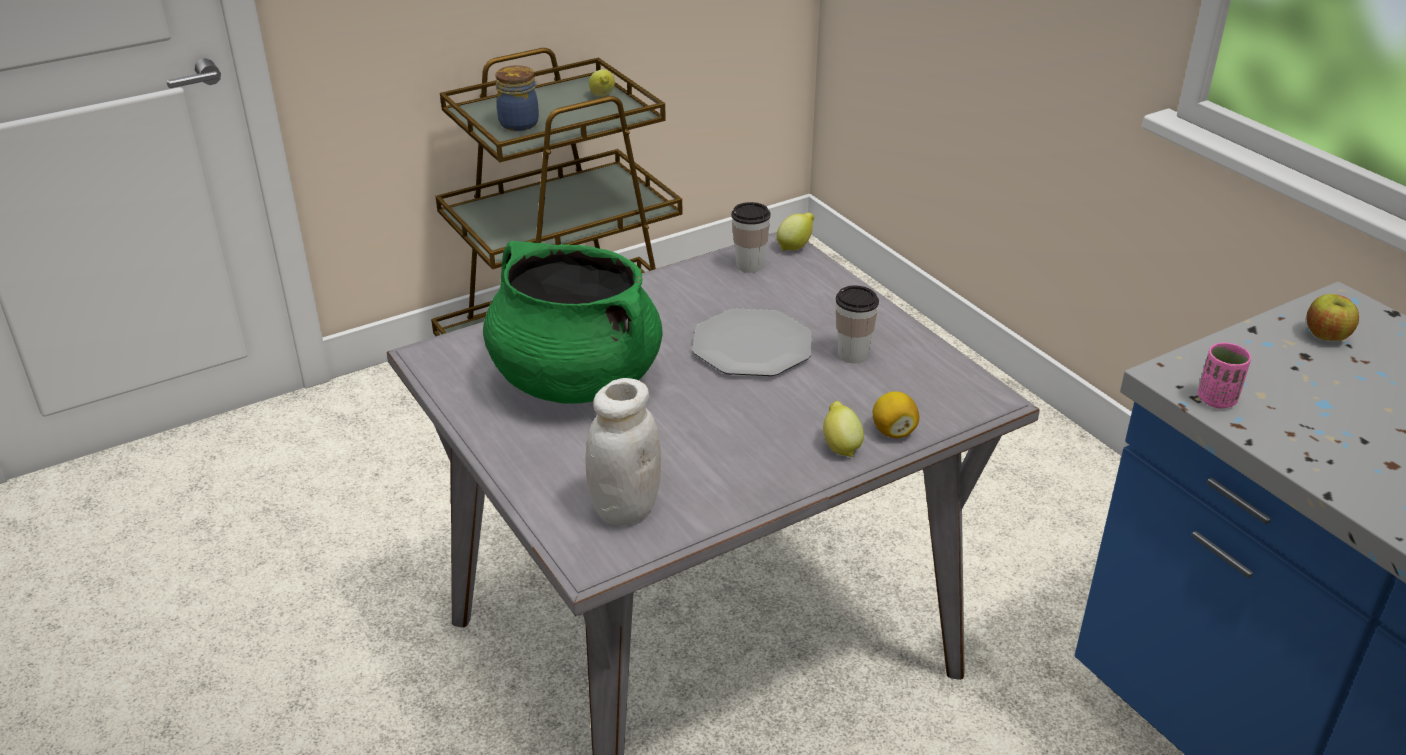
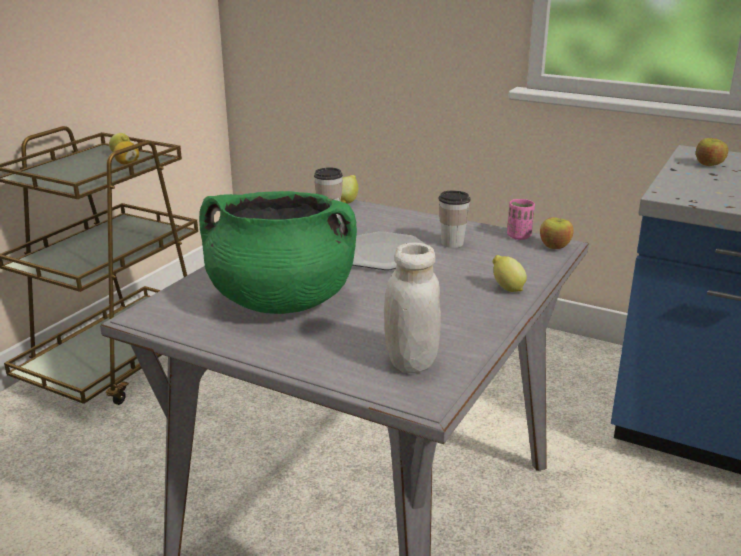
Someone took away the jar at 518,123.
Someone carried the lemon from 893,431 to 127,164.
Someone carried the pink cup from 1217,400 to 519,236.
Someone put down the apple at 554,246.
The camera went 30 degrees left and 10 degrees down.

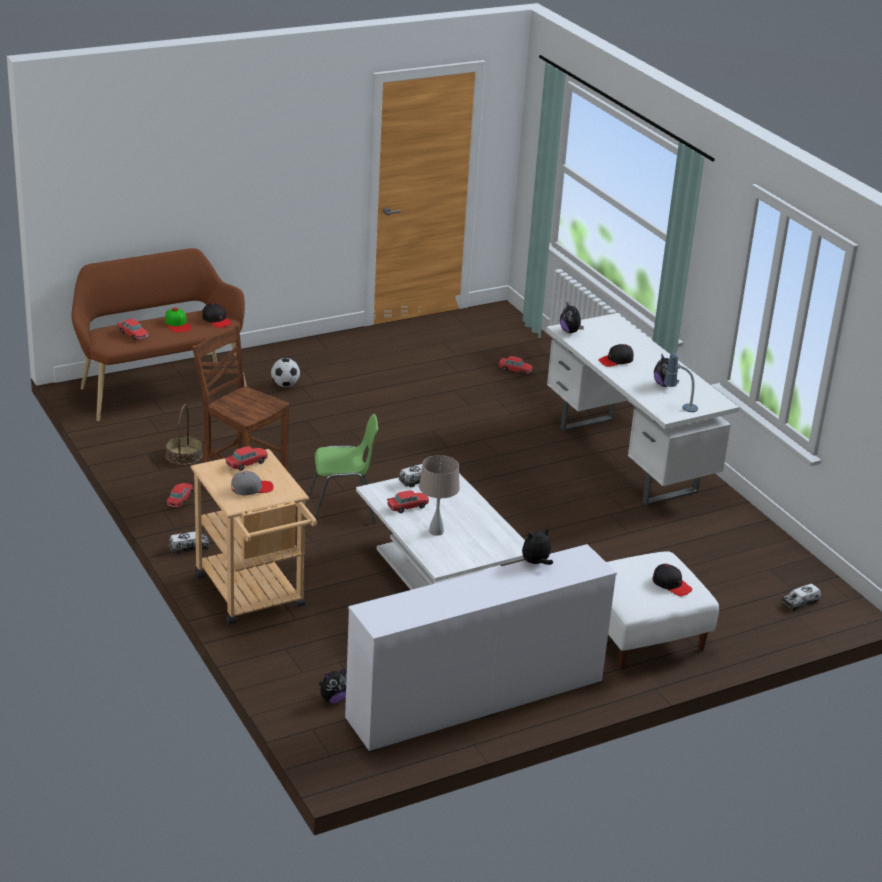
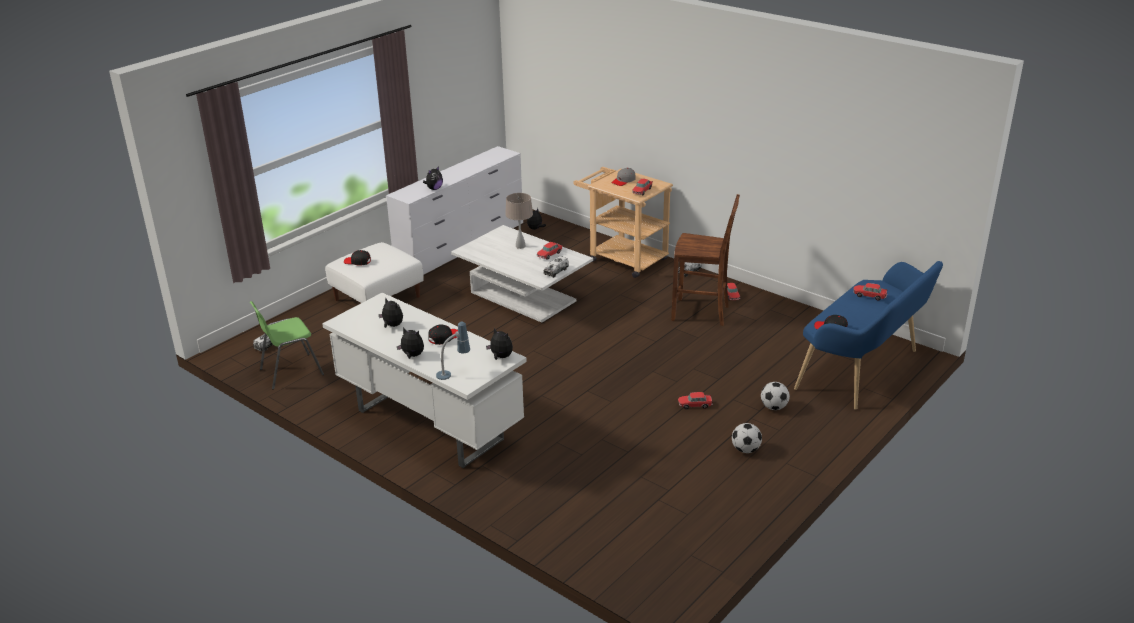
Someone repainted the brown bench at 159,388, which became the blue bench at 863,371.
Someone took away the cap at 177,324.
Someone took away the basket at 184,455.
Someone carried the green chair from 342,510 to 290,372.
Someone carried the toy car from 515,370 to 695,405.
Someone carried the table lamp from 679,407 to 454,373.
Someone put down the plush toy at 412,356.
Someone put down the football at 746,450.
The camera went 160 degrees right and 0 degrees up.

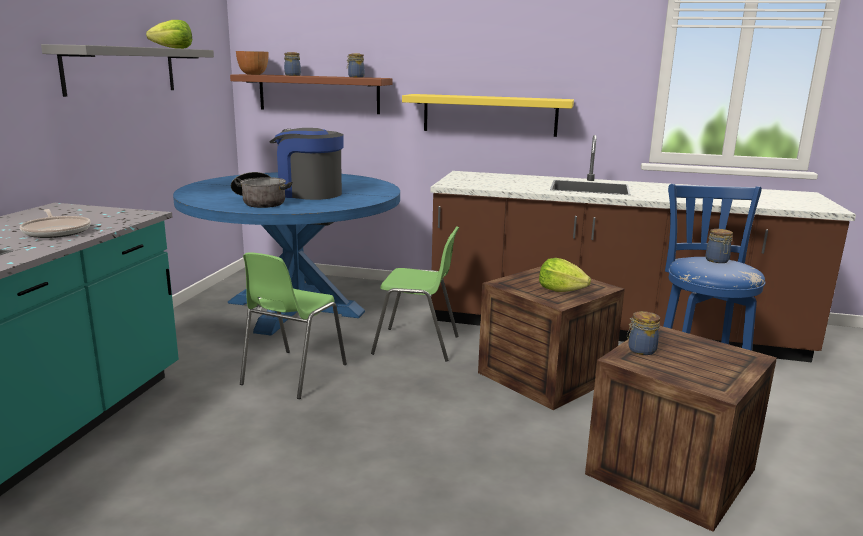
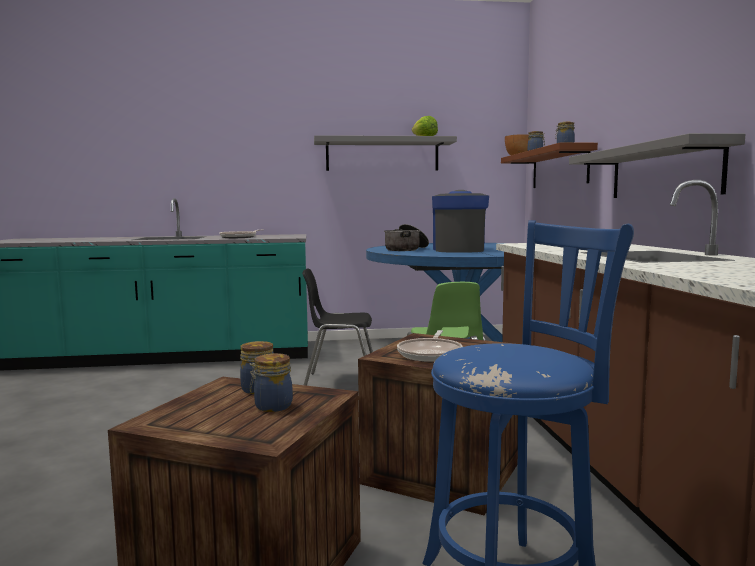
Someone repainted the green chair at 292,374, which became the black chair at 341,382.
Someone repainted the yellow shelf at 489,115, which became the grey shelf at 663,172.
Someone swapped the lettuce at 561,290 for the frying pan at 431,354.
Someone carried the jar from 717,261 to 271,406.
The camera went 70 degrees right and 10 degrees down.

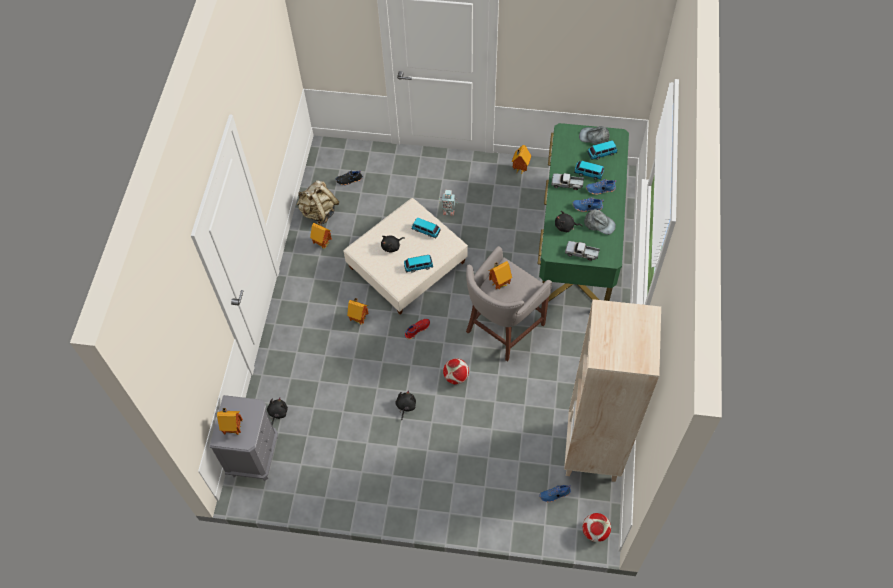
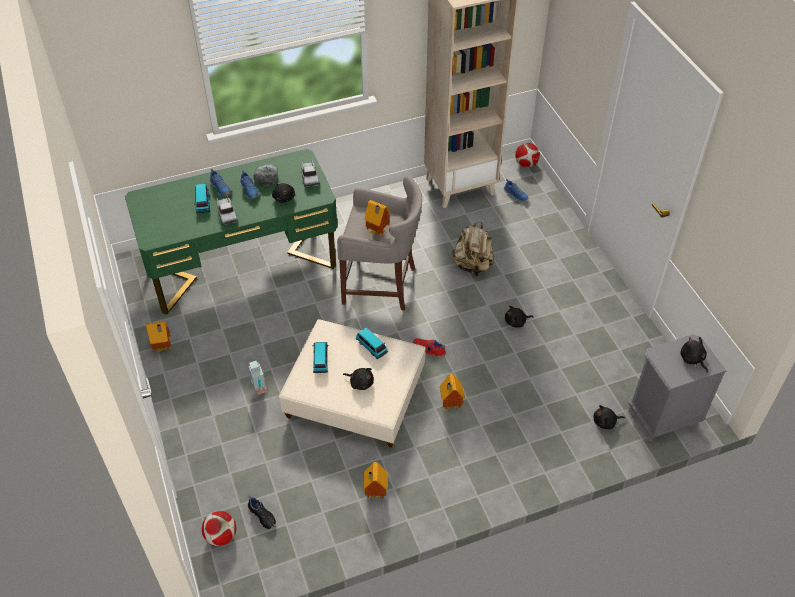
Someone swapped the toy house at 234,428 for the black plush toy at 692,359.
Someone carried the beige backpack from 319,212 to 473,265.
Someone carried the football from 456,377 to 221,536.
Someone took away the grey cap at 594,137.
Someone took away the toy car at 601,153.
The camera went 120 degrees left and 10 degrees down.

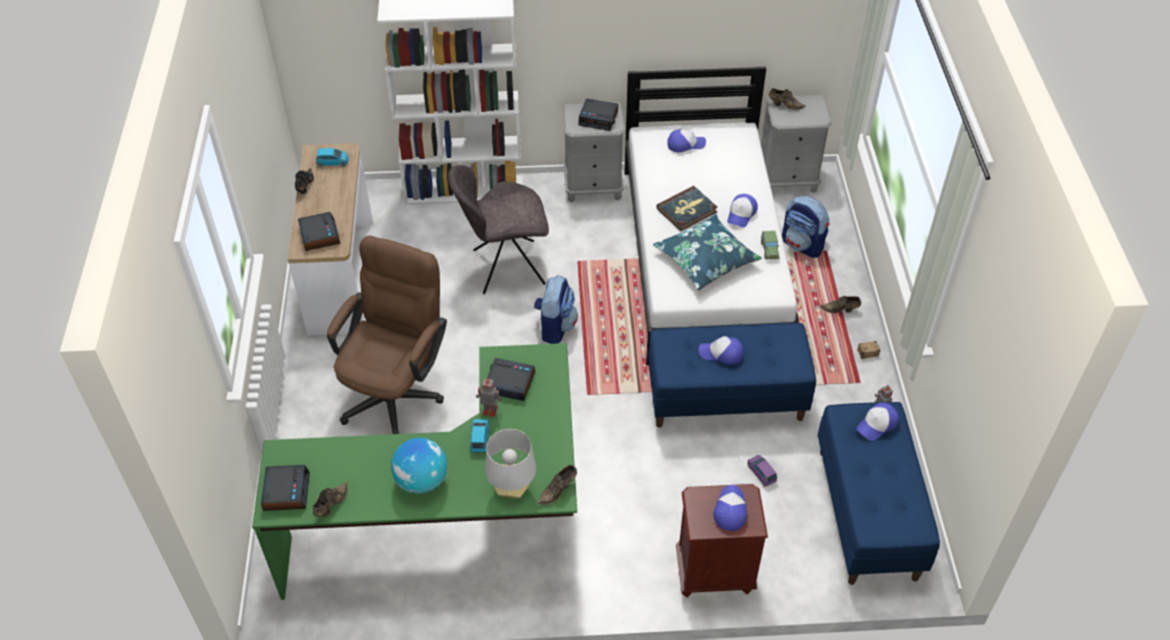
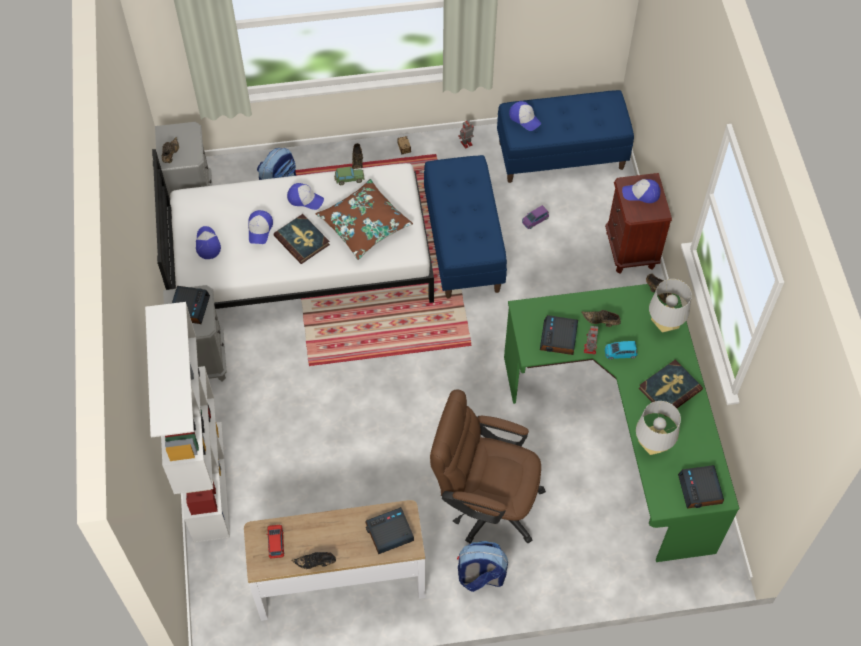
Someone rotated the alarm clock at 286,491 by 90 degrees counterclockwise.
Someone carried the brown shoe from 331,505 to 601,322.
Someone repainted the blue toy car at 332,162, which became the red toy car at 276,543.
Someone swapped the globe at 422,481 for the book at 669,389.
Someone took away the grey chair at 505,267.
Someone carried the backpack from 555,327 to 480,576.
Someone repainted the blue pillow at 706,260, which became the brown pillow at 364,225.
Someone carried the cap from 721,353 to 260,229.
Someone put down the grey table lamp at 652,445.
The camera went 95 degrees left and 10 degrees up.

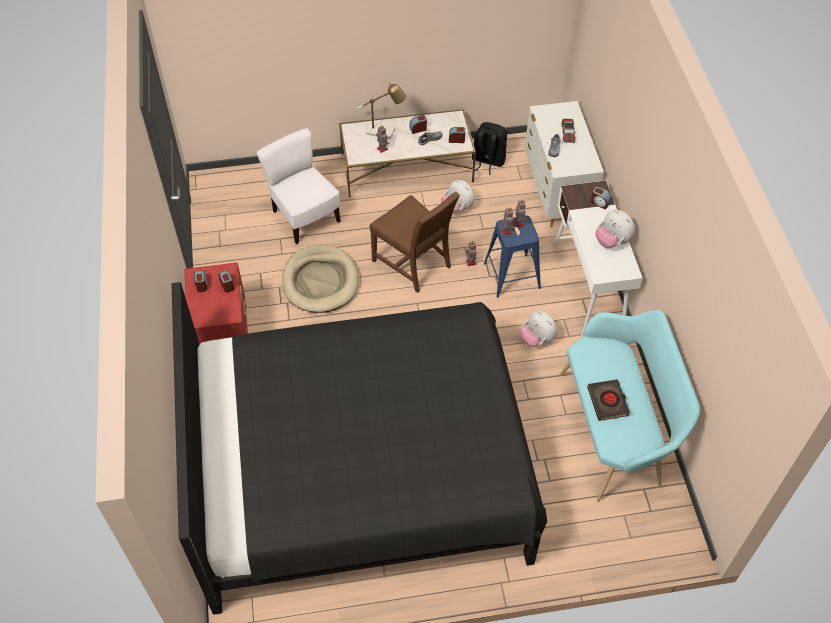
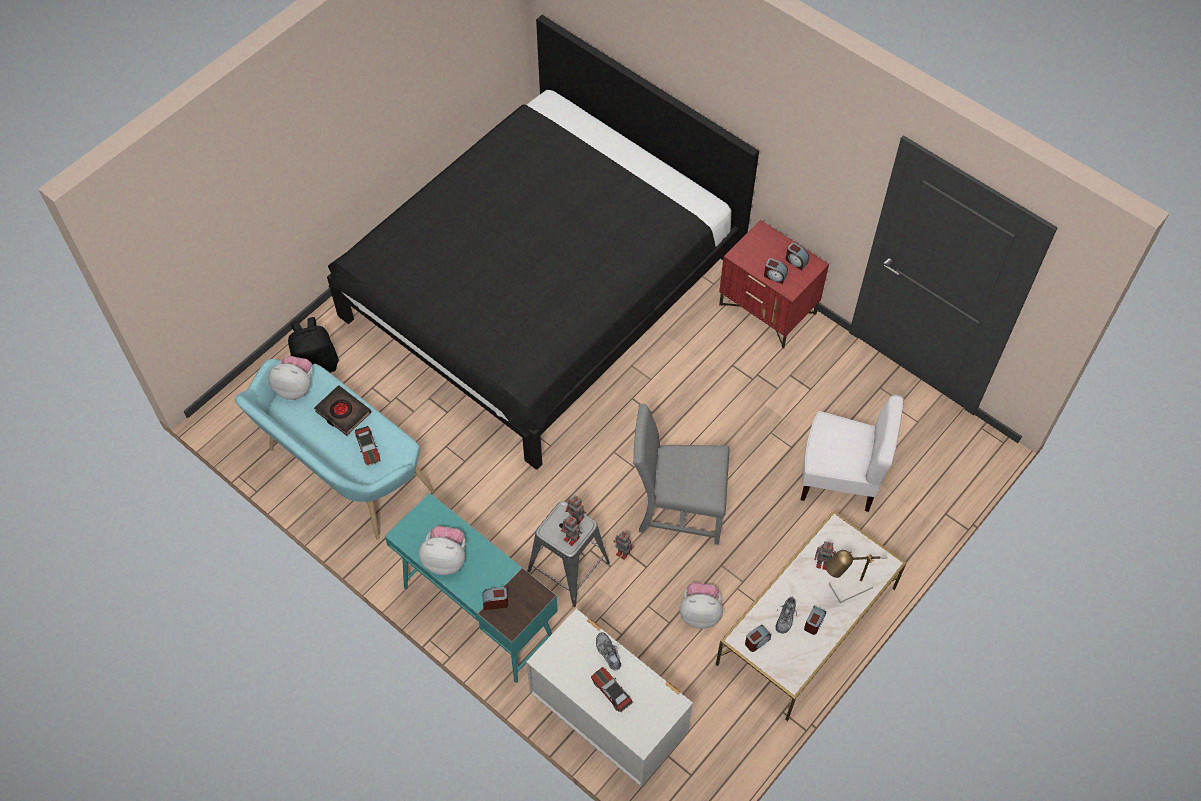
Someone took away the beige dog bed at 320,281.
Someone repainted the brown chair at 414,264, which became the grey chair at 677,508.
Someone carried the black backpack from 488,161 to 316,365.
Someone repainted the blue stool at 512,275, which became the grey stool at 568,568.
Someone carried the plush toy from 537,339 to 295,387.
Someone repainted the white desk at 587,287, which became the turquoise desk at 477,613.
Someone put down the toy car at 368,448.
The camera went 140 degrees right and 5 degrees up.

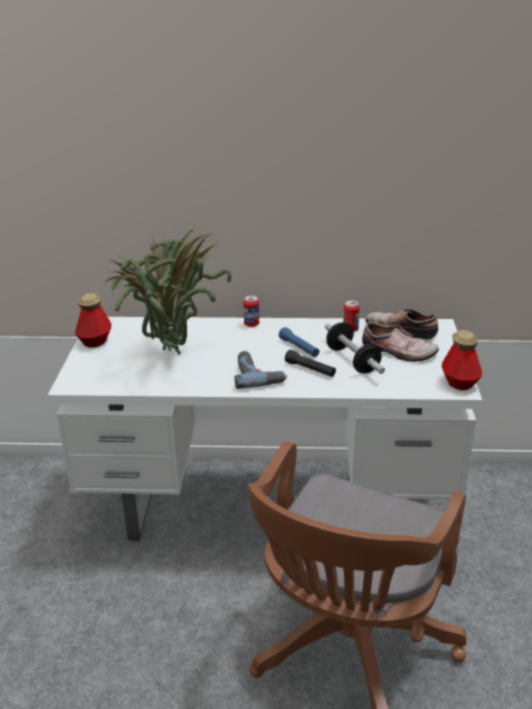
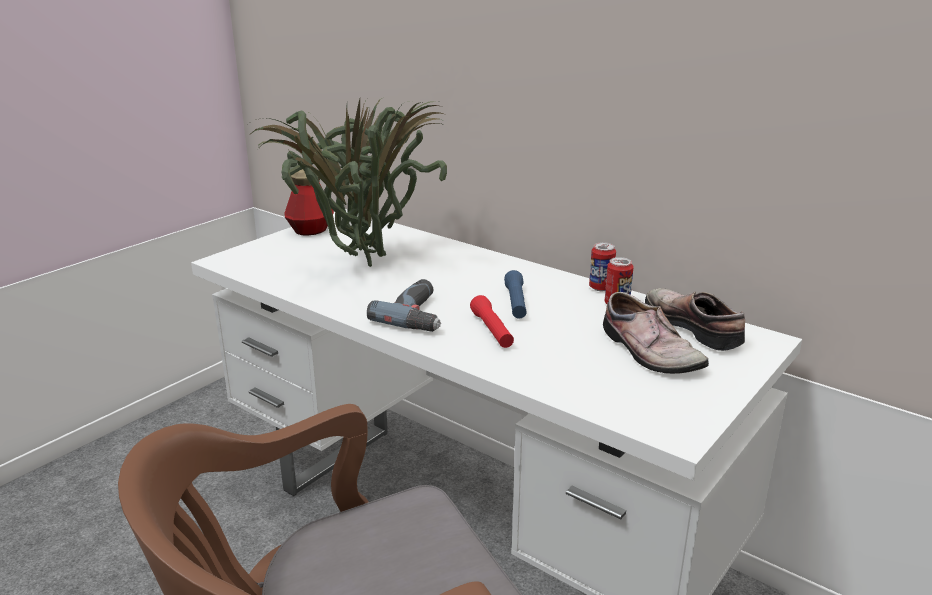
Someone carried the can from 251,324 to 600,288.
Someone repainted the black flashlight at 310,369, which became the red flashlight at 492,331.
Someone took away the dumbbell at 352,360.
Someone took away the bottle at 459,383.
The camera went 35 degrees right and 5 degrees down.

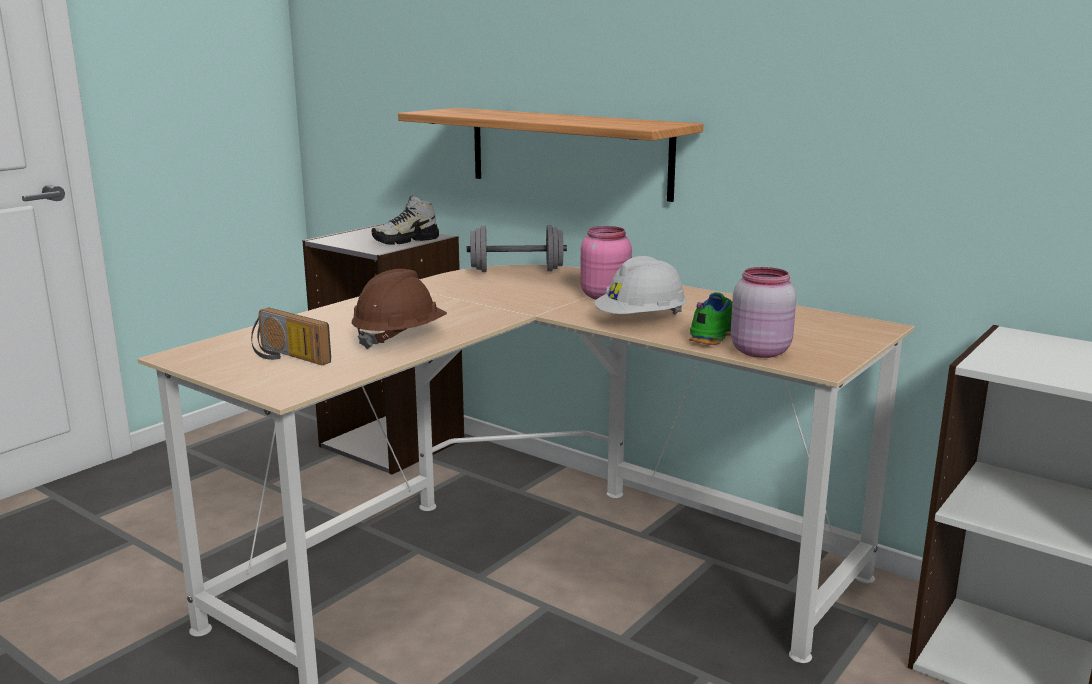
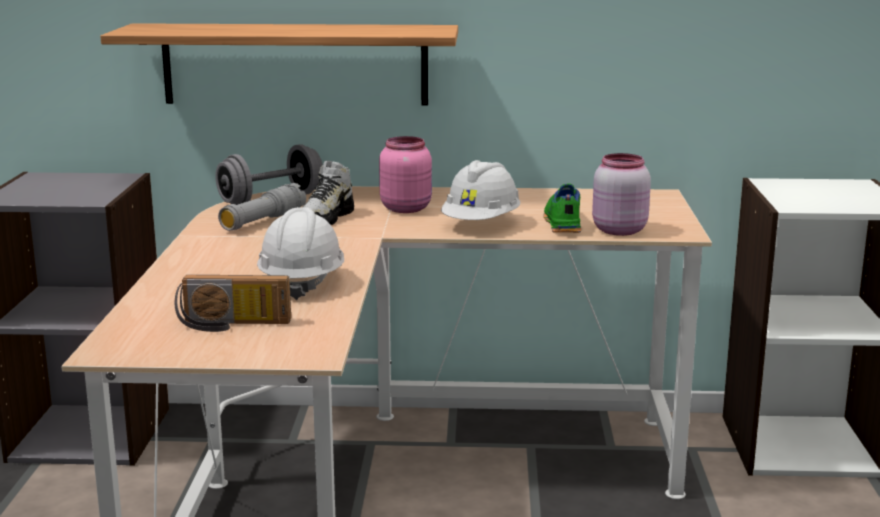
Someone repainted the brown hard hat at 399,337, which became the white hard hat at 302,282.
Someone carried the shoe from 406,240 to 326,218.
Someone put down the grey flashlight at 263,221.
The camera went 35 degrees left and 0 degrees up.

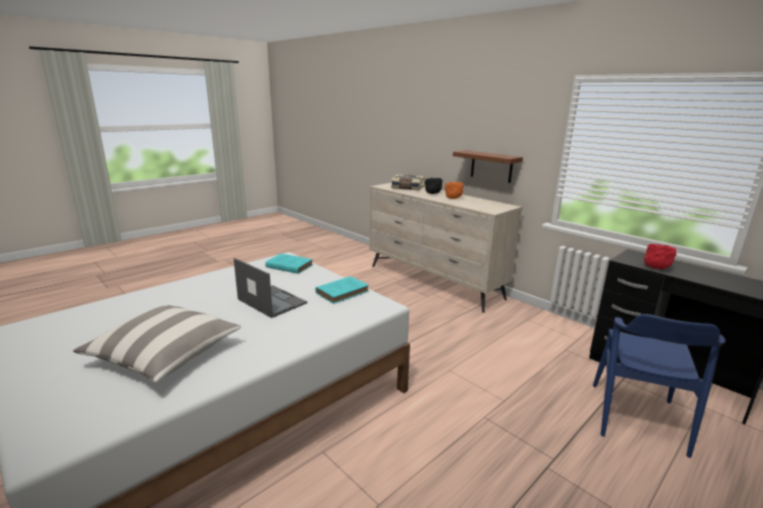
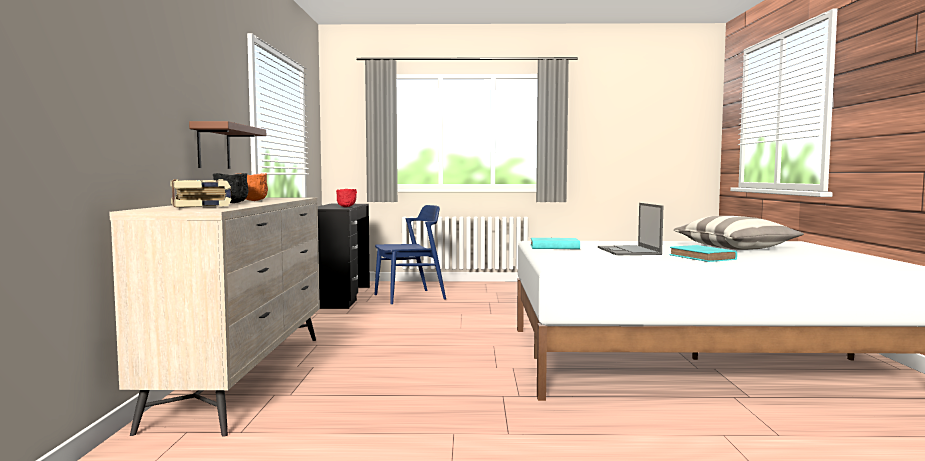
Someone carried the turquoise book from 288,266 to 703,257.
The camera went 135 degrees left and 15 degrees down.

